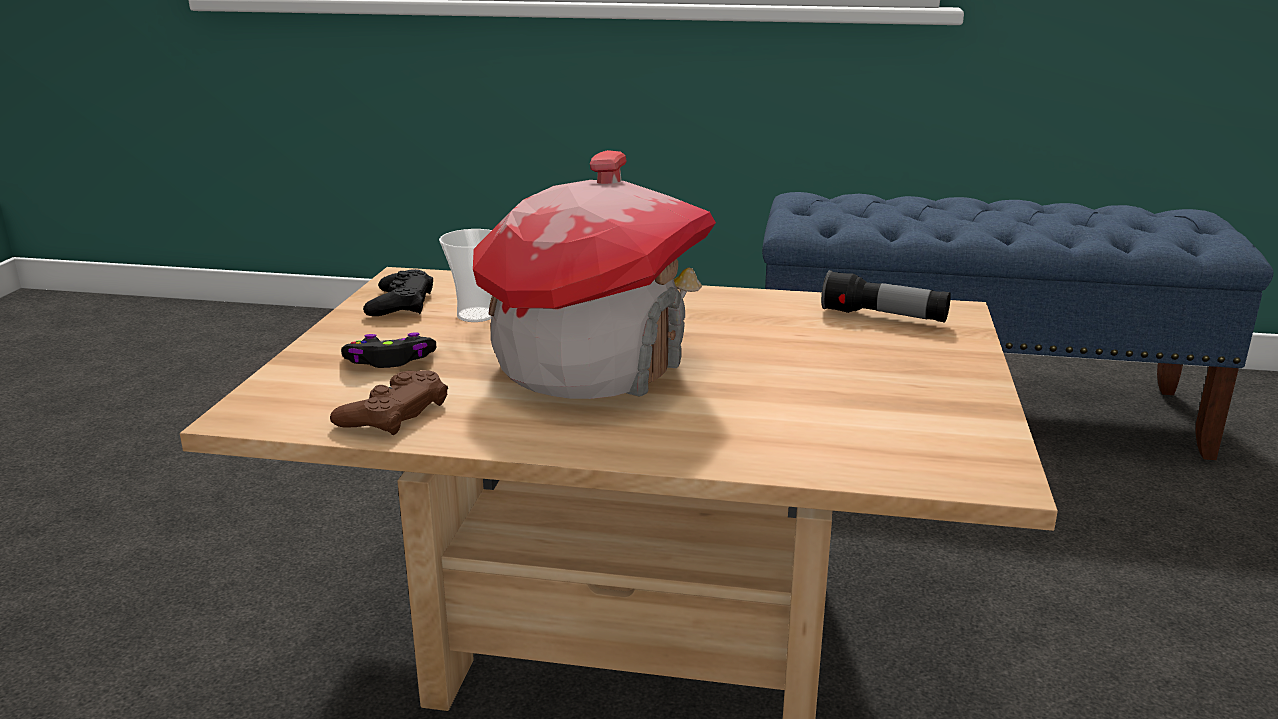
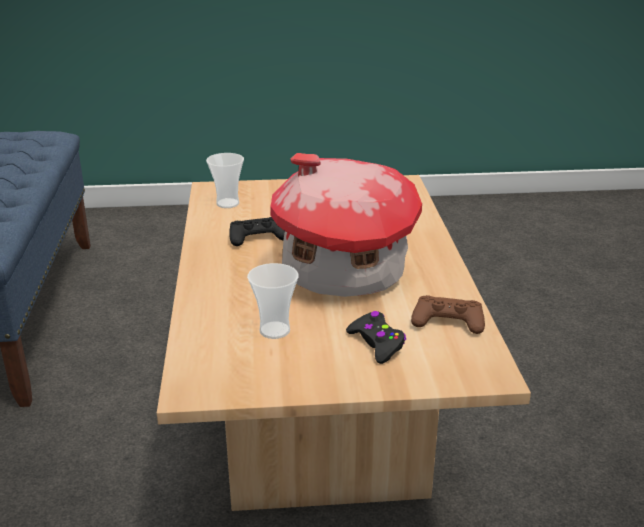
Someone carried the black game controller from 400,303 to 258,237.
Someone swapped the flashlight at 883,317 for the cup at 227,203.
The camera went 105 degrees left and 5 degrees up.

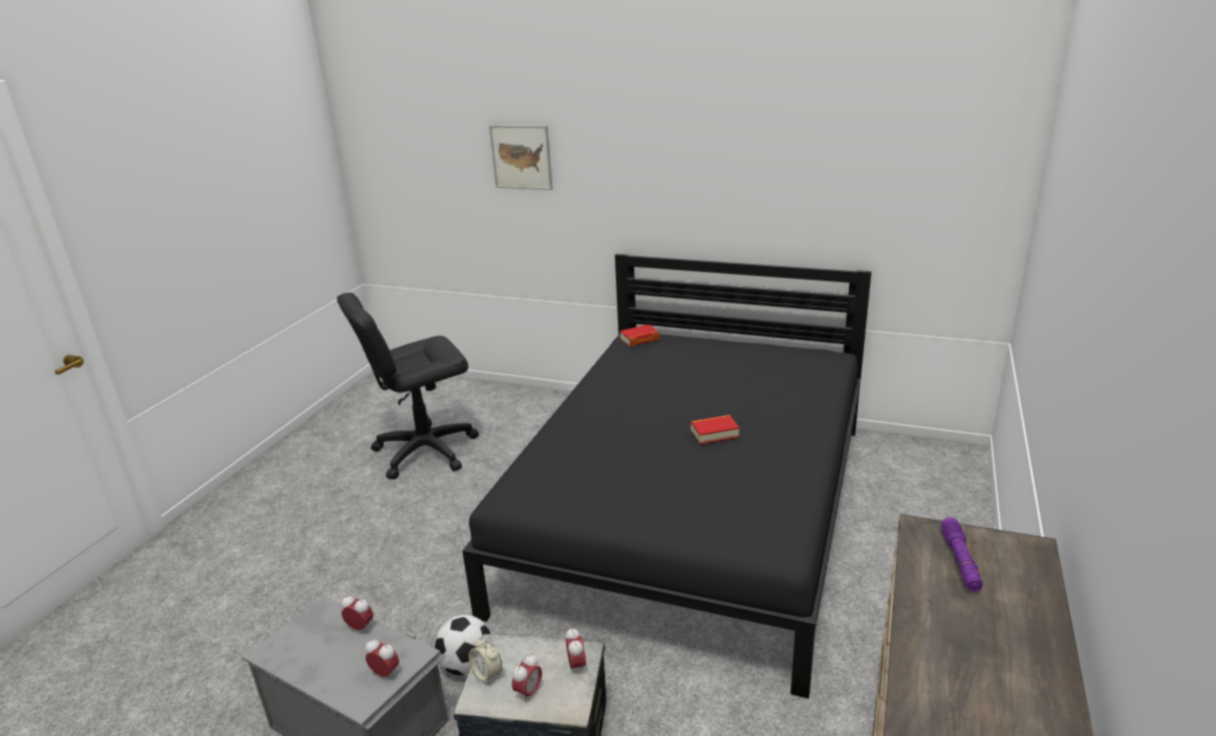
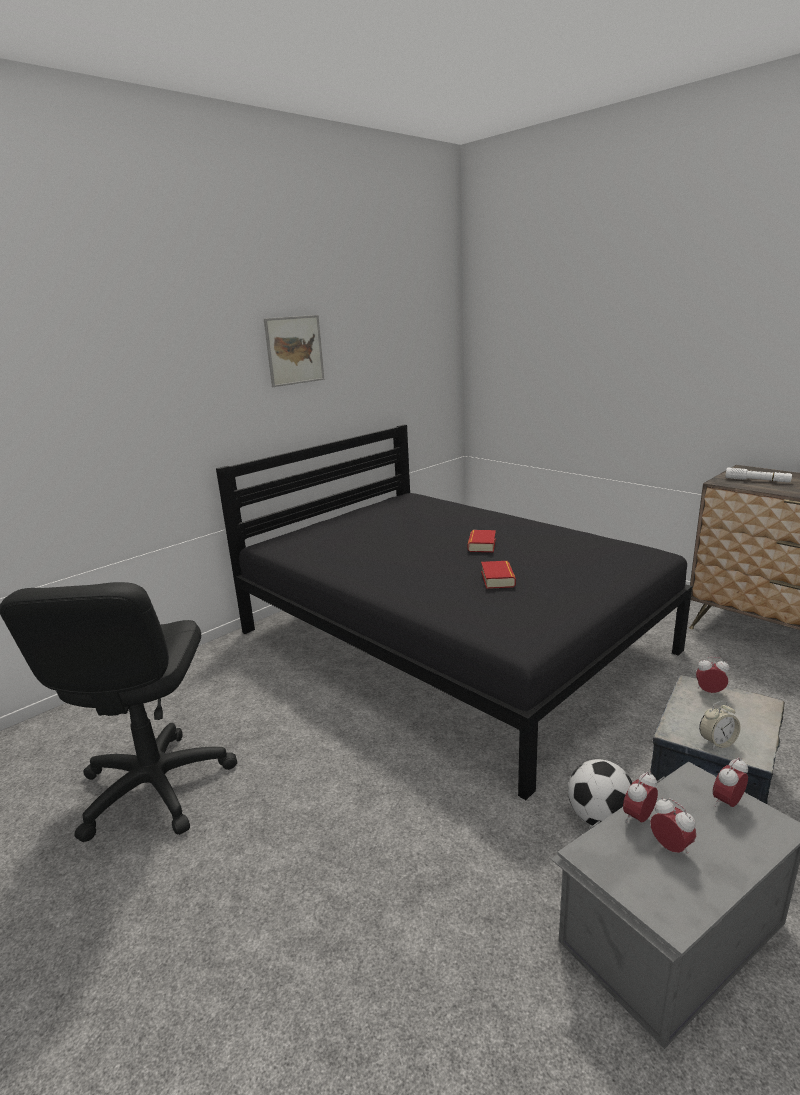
Someone carried the picture from 521,157 to 294,350.
Someone carried the alarm clock from 528,692 to 670,847.
Someone carried the book from 639,339 to 497,579.
Someone repainted the purple flashlight at 960,561, which became the white flashlight at 757,480.
The camera went 65 degrees left and 5 degrees down.

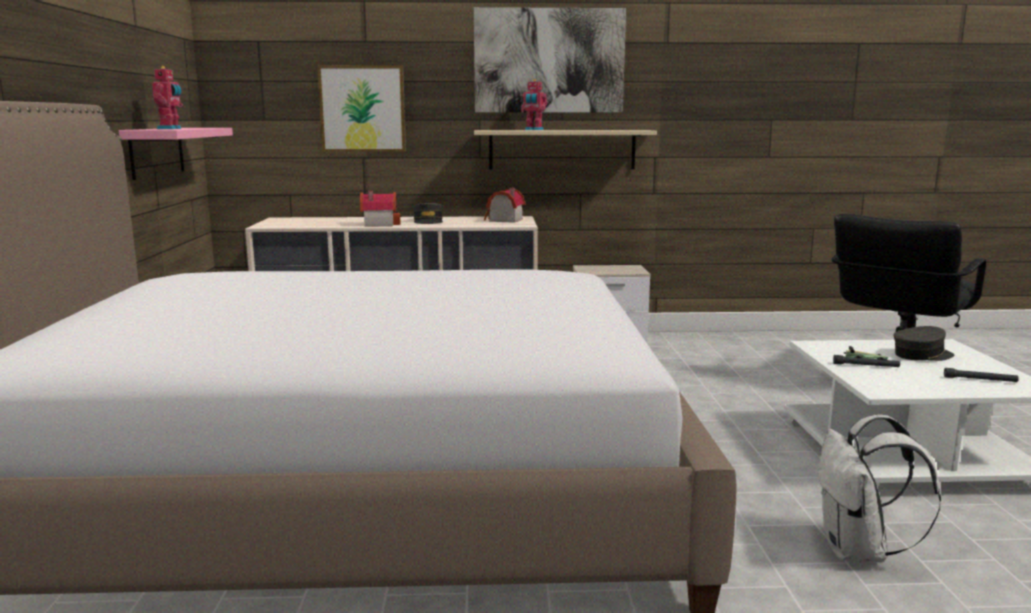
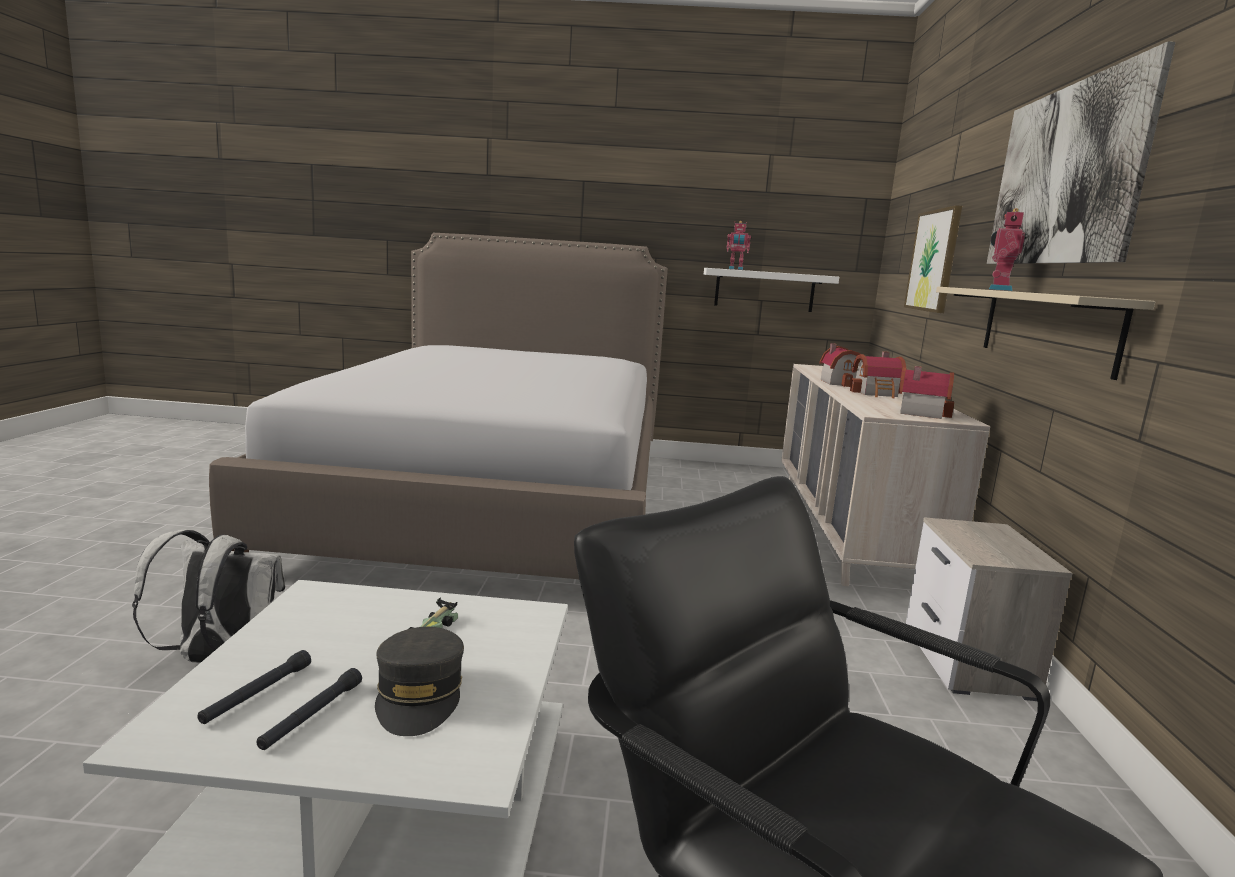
Someone repainted the pink shelf at 157,152, which became the white shelf at 764,290.
Someone swapped the grey cap at 428,221 for the toy house at 877,393.
Someone carried the black flashlight from 866,366 to 312,715.
The camera went 95 degrees right and 0 degrees up.

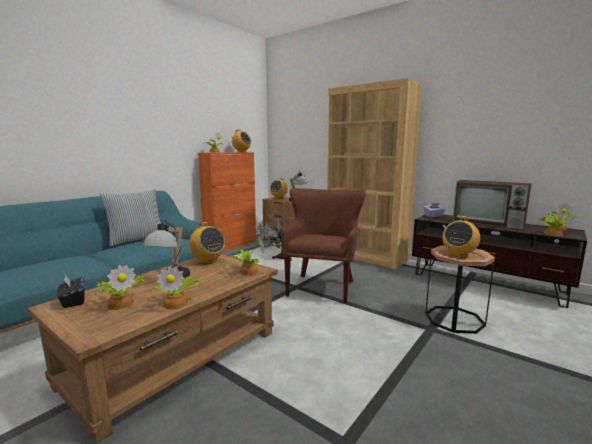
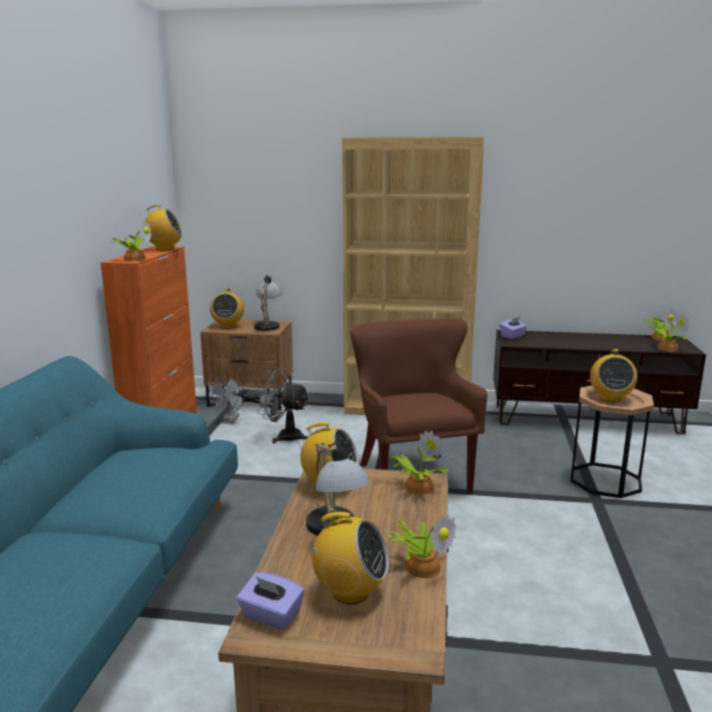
Someone repainted the black tissue box at 73,301, which became the purple tissue box at 271,616.
Someone swapped the potted plant at 121,303 for the radio at 350,592.
Someone took away the pillow at 136,240.
Someone took away the television at 489,223.
The camera went 30 degrees left and 5 degrees up.

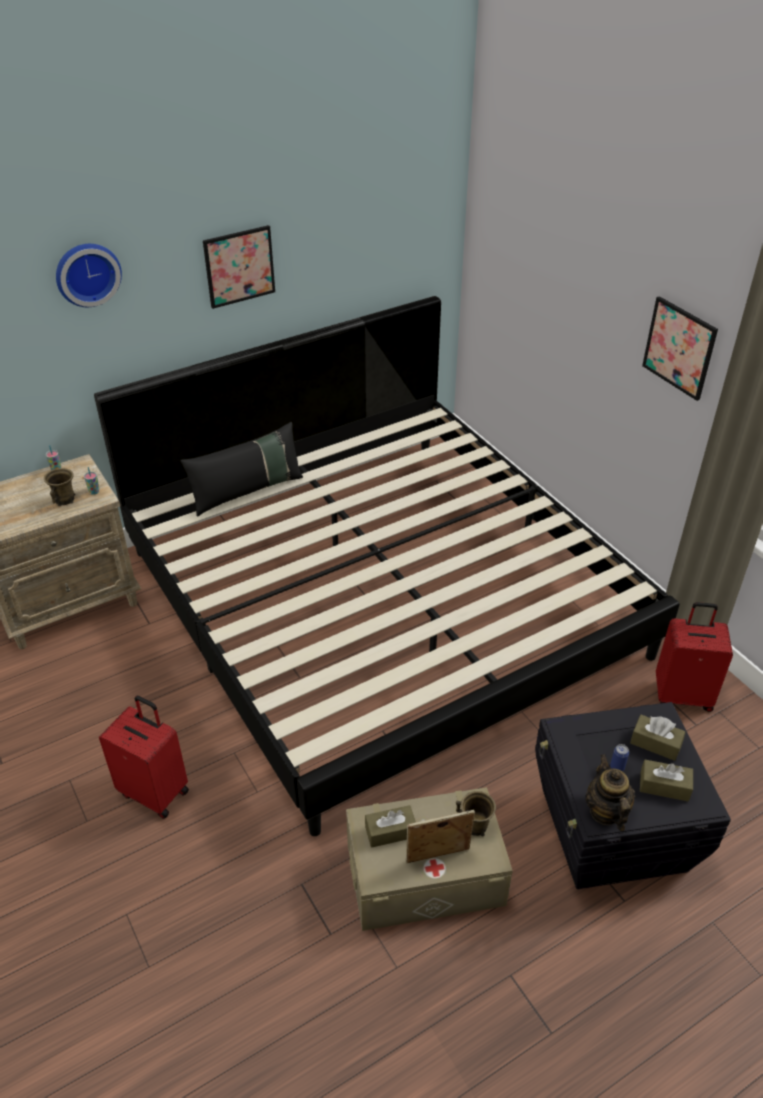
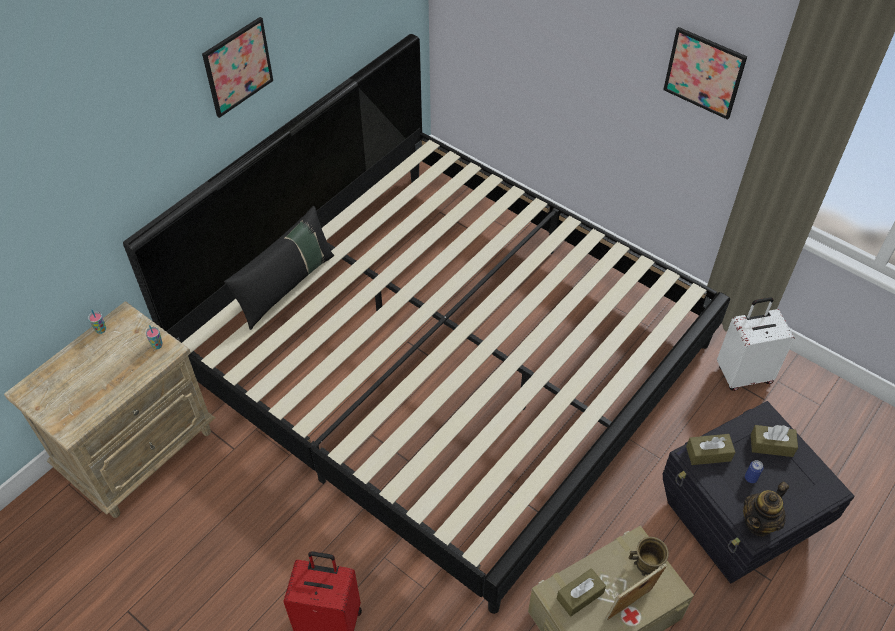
Someone took away the brown mug at 65,499.
Someone took away the wall clock at 87,273.
Someone rotated the teapot at 606,811 by 105 degrees counterclockwise.
Someone carried the brown tissue box from 664,786 to 708,454.
Someone repainted the red suitcase at 682,694, which became the white suitcase at 743,374.
The camera went 20 degrees left and 10 degrees up.

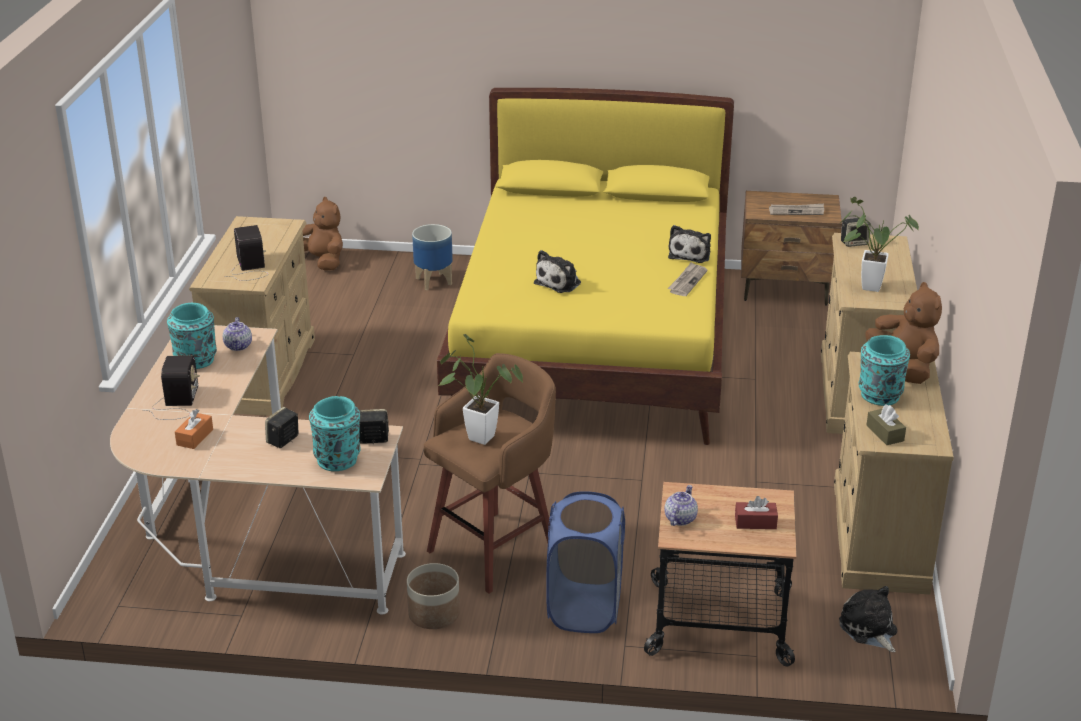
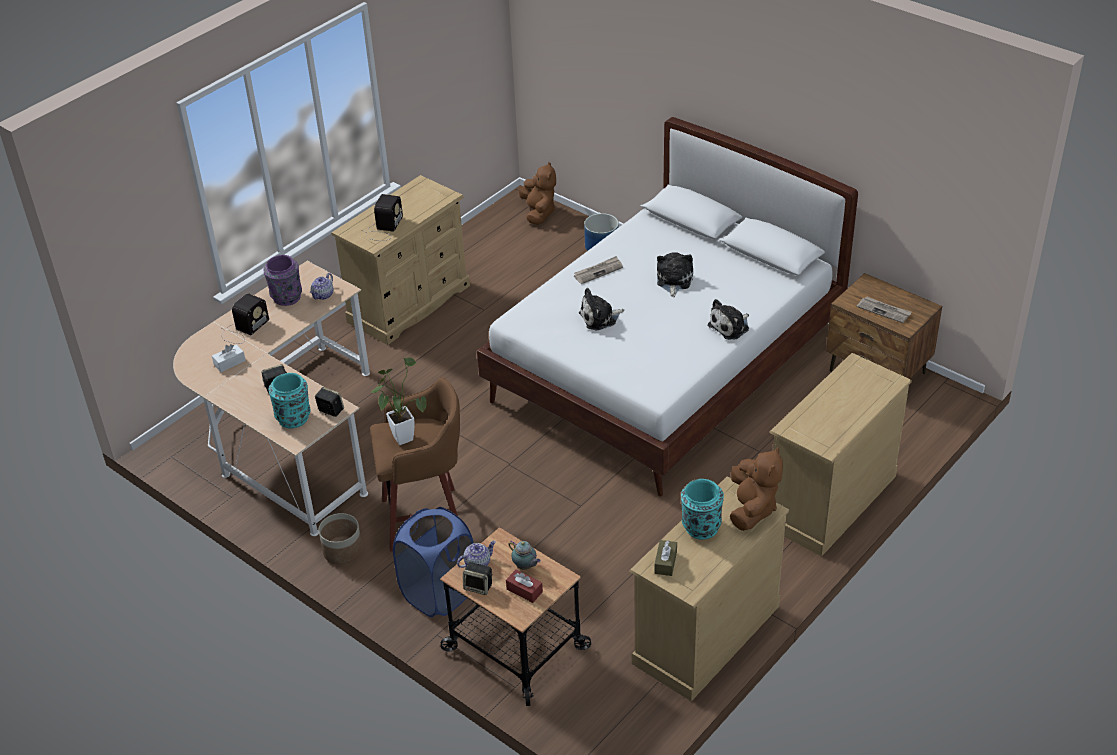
Someone repainted the turquoise vase at 196,361, which became the purple vase at 286,298.
Someone repainted the orange tissue box at 195,437, which became the white tissue box at 229,363.
Someone repainted the yellow bed at 594,343, which became the white bed at 666,367.
Someone carried the newspaper from 687,281 to 598,271.
Someone took away the potted plant at 865,286.
Someone carried the plush toy from 869,629 to 673,281.
Someone carried the speaker from 854,243 to 479,586.
Someone put down the teapot at 525,567.
The camera went 35 degrees right and 10 degrees up.

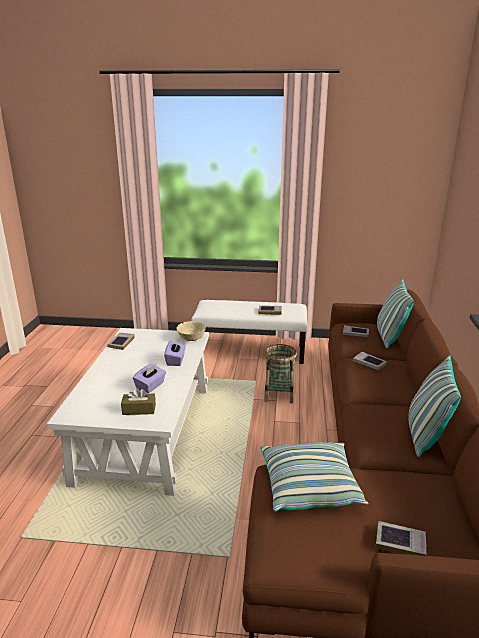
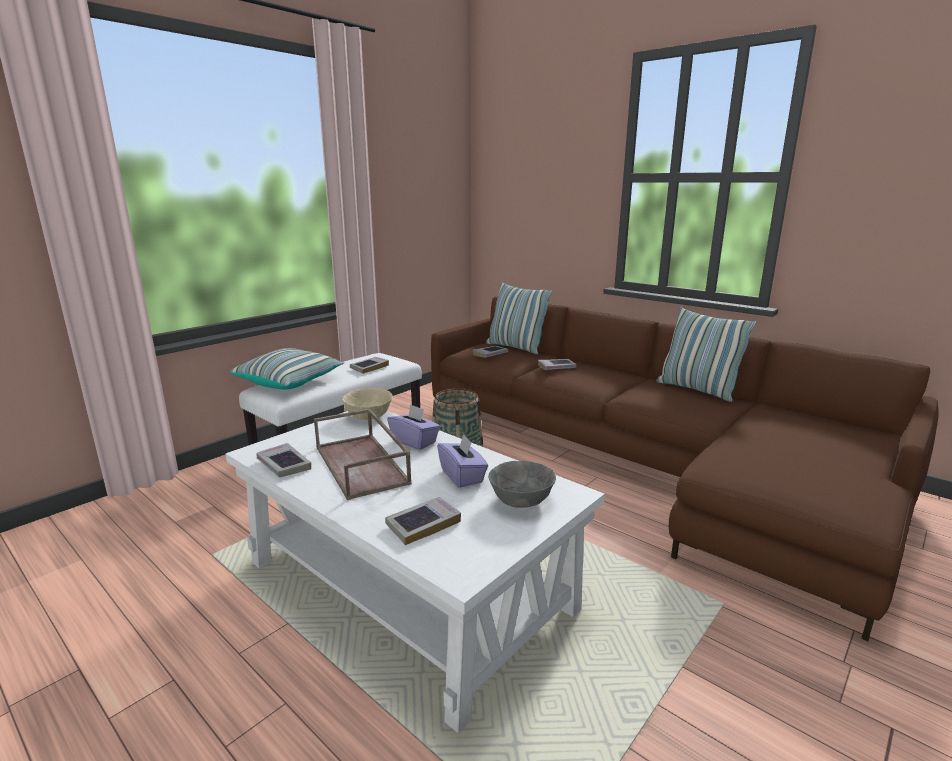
Someone swapped the brown tissue box at 139,409 for the grey bowl at 520,501.
Someone carried the pillow from 309,487 to 290,381.
Someone carried the book from 400,542 to 423,524.
Someone put down the brown tray at 362,465.
The camera went 55 degrees left and 5 degrees down.

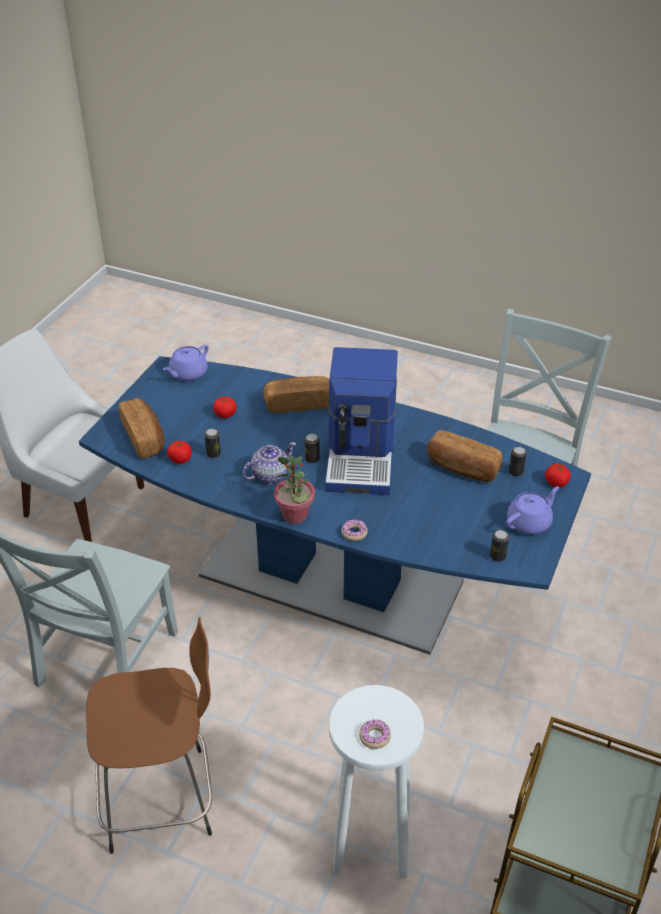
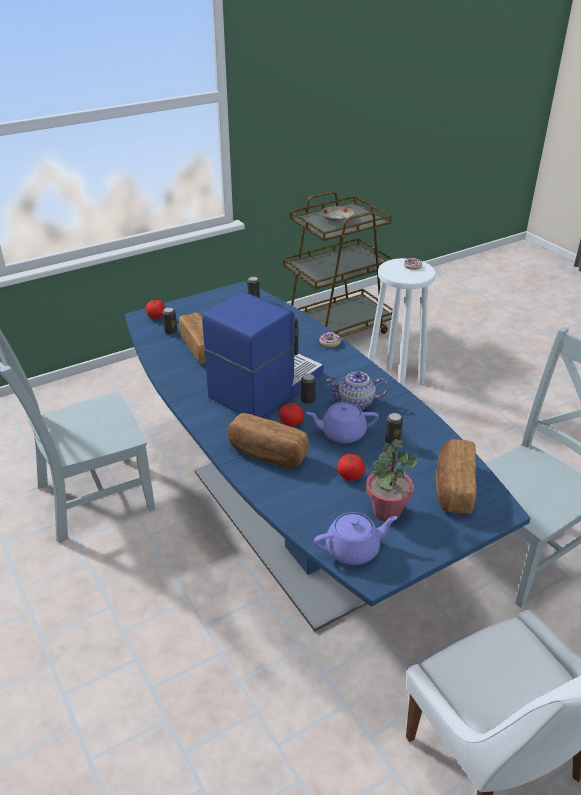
Someone took away the brown stool at 163,799.
Someone carried the tomato from 180,459 to 291,423.
Someone carried the potted plant from 295,515 to 386,511.
Someone carried the purple teapot from 529,522 to 342,433.
Someone put down the plate at 336,220.
The camera went 145 degrees left and 5 degrees down.

